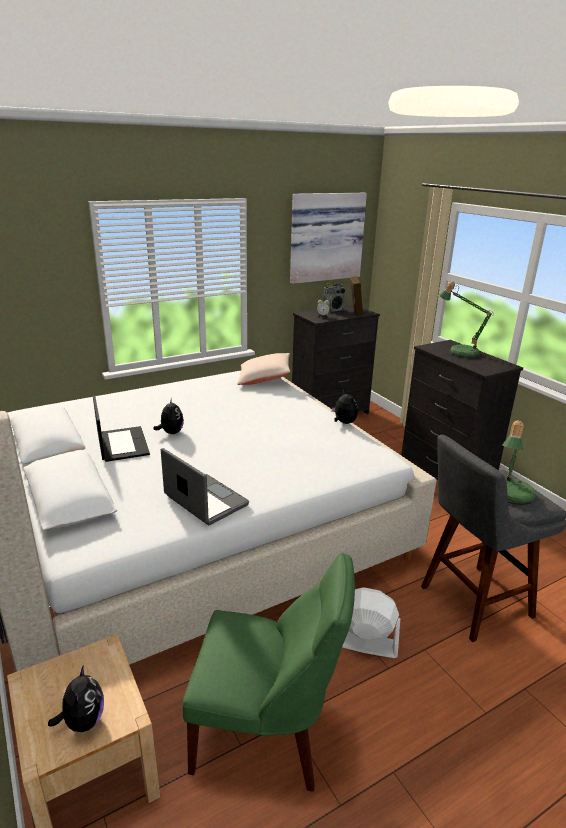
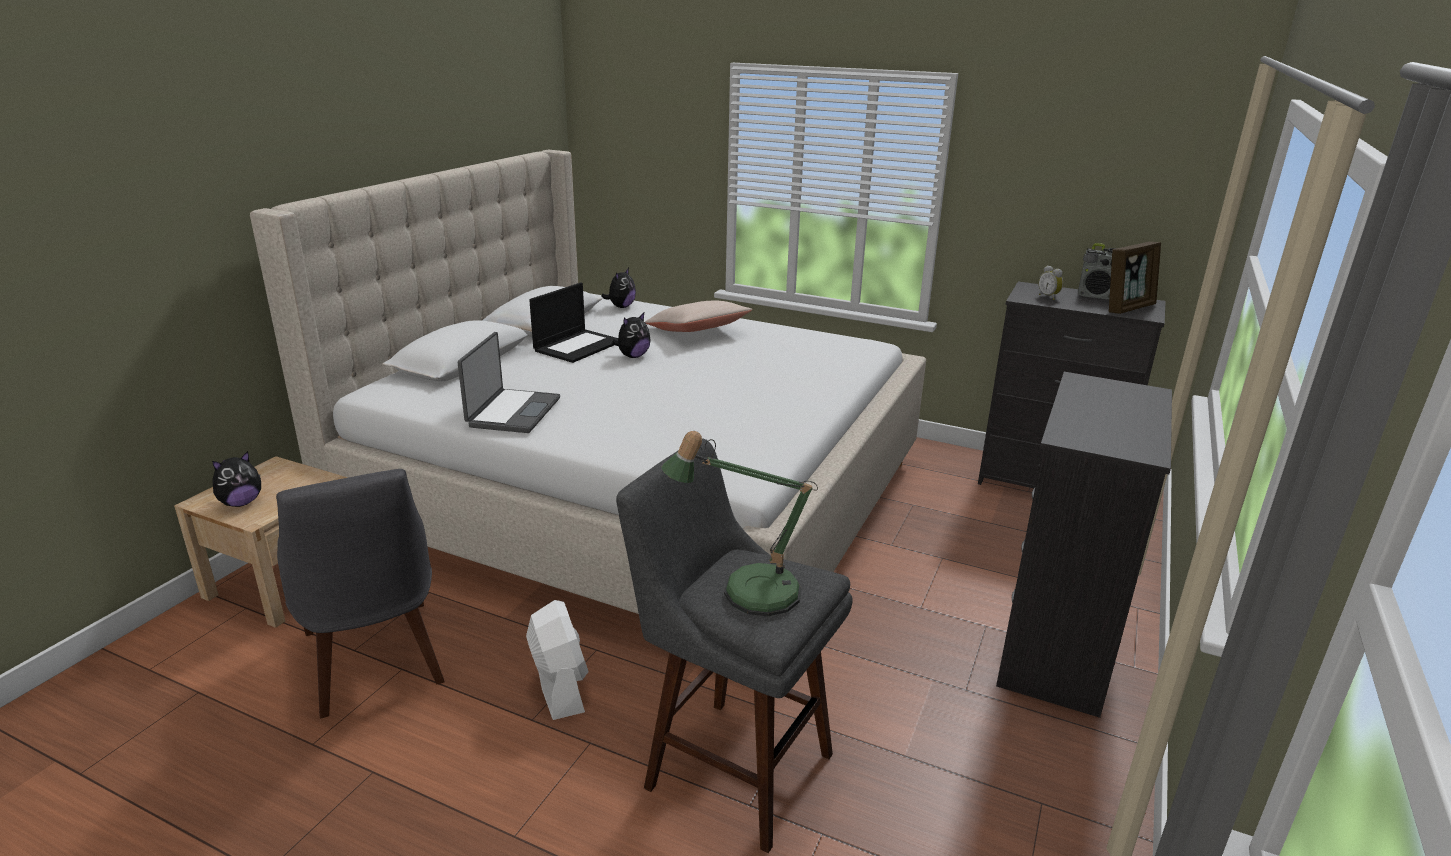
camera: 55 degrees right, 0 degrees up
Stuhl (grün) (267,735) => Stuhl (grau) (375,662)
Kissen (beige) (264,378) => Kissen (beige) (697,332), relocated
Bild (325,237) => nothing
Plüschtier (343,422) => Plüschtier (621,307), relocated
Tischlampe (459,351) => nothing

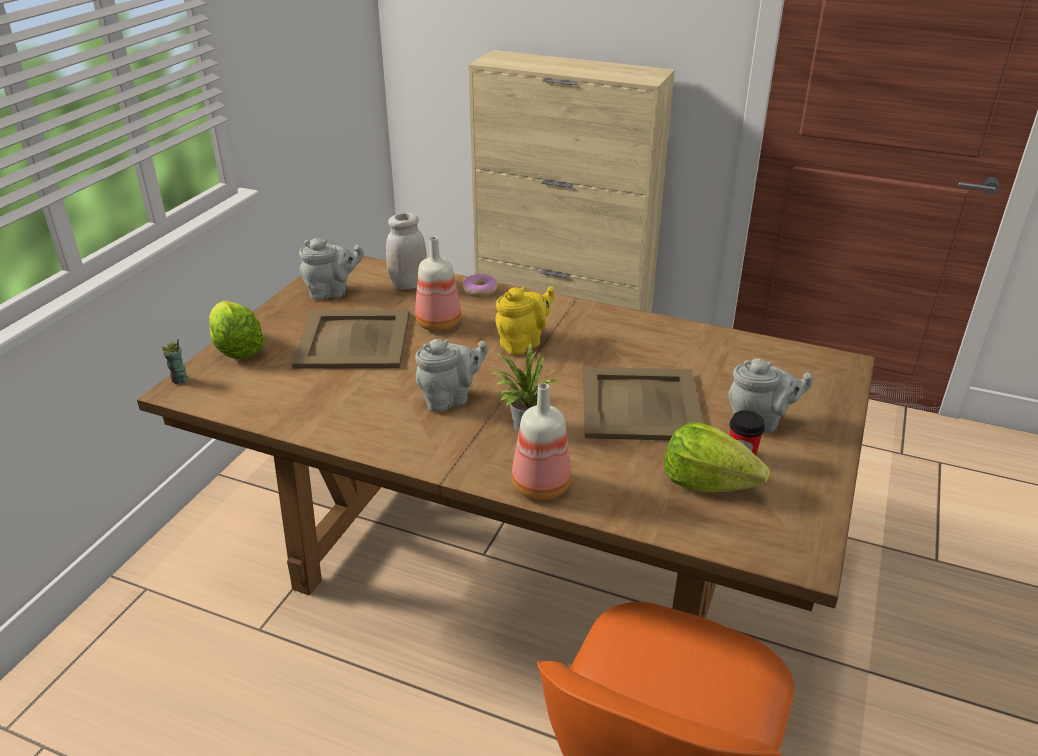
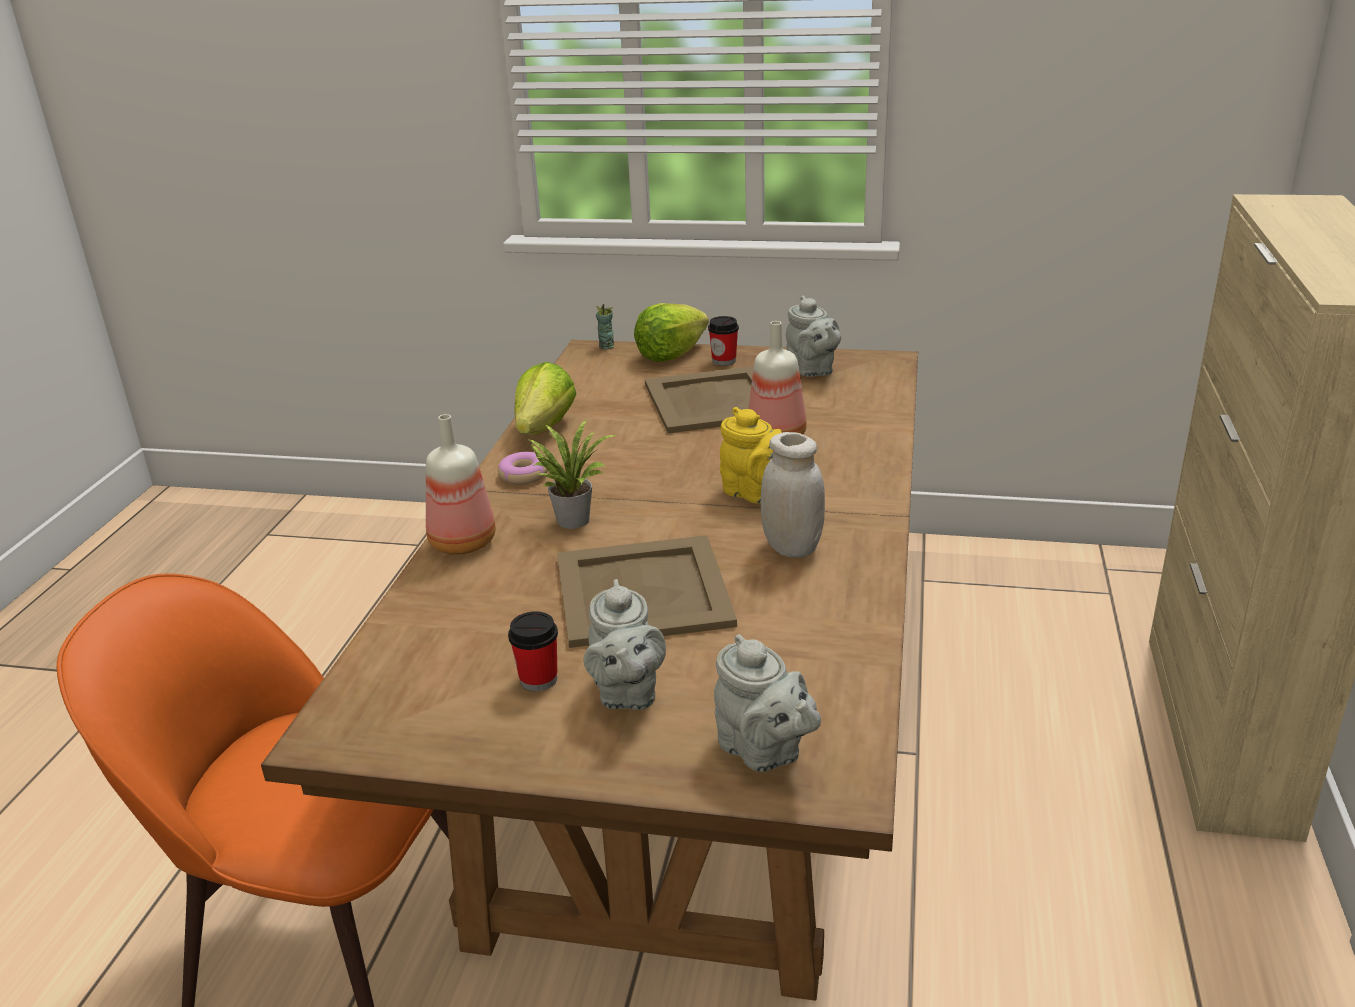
camera: 80 degrees right, 5 degrees down
Vorratsglas (weiß) (408,284) => Vorratsglas (weiß) (792,547), relocated
Teekanne (grau) (450,399) => Teekanne (grau) (764,752), relocated
Donut (480,290) => Donut (524,475), relocated
Salatkopf (707,483) => Salatkopf (544,428), relocated
nothing => Tasse (724,361)

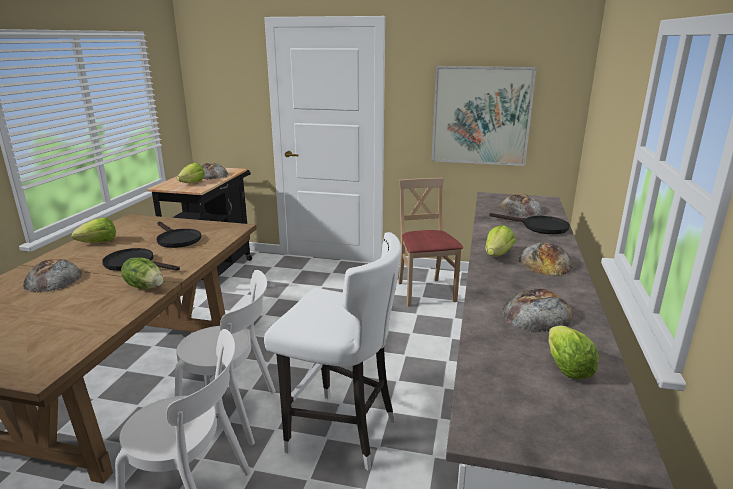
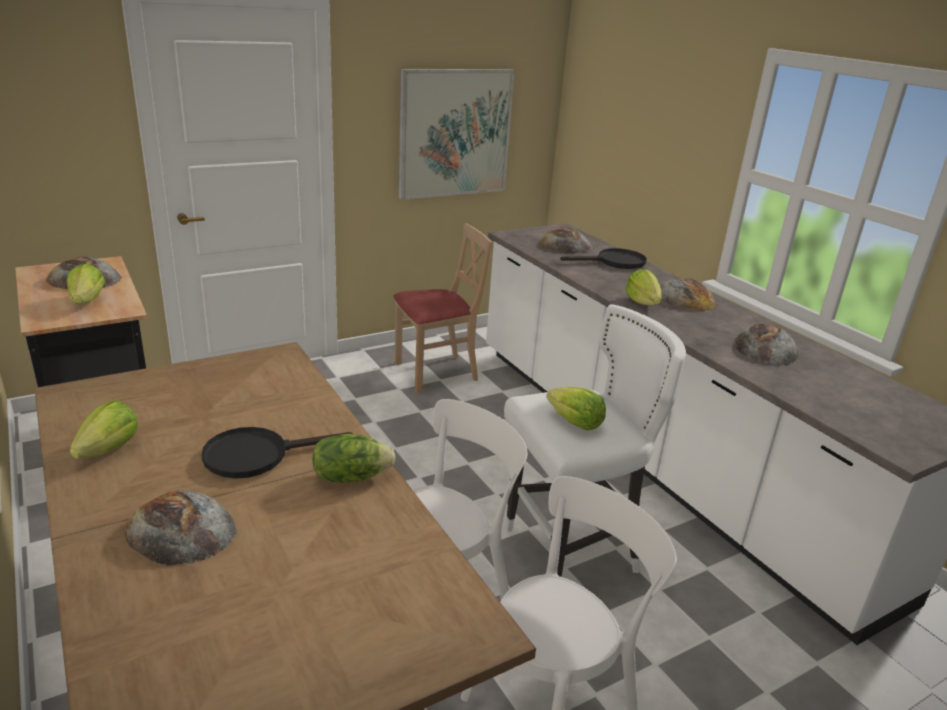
camera: 45 degrees left, 5 degrees up
Pfanne (schwarz) (176,239) => nothing
Stuhl (beige) (425,292) => Stuhl (beige) (436,372), 120 degrees clockwise
Salatkopf (566,367) => Salatkopf (574,423), relocated

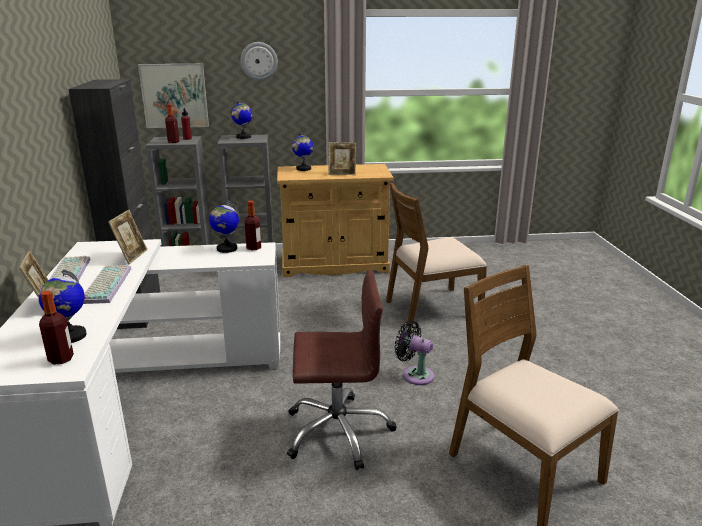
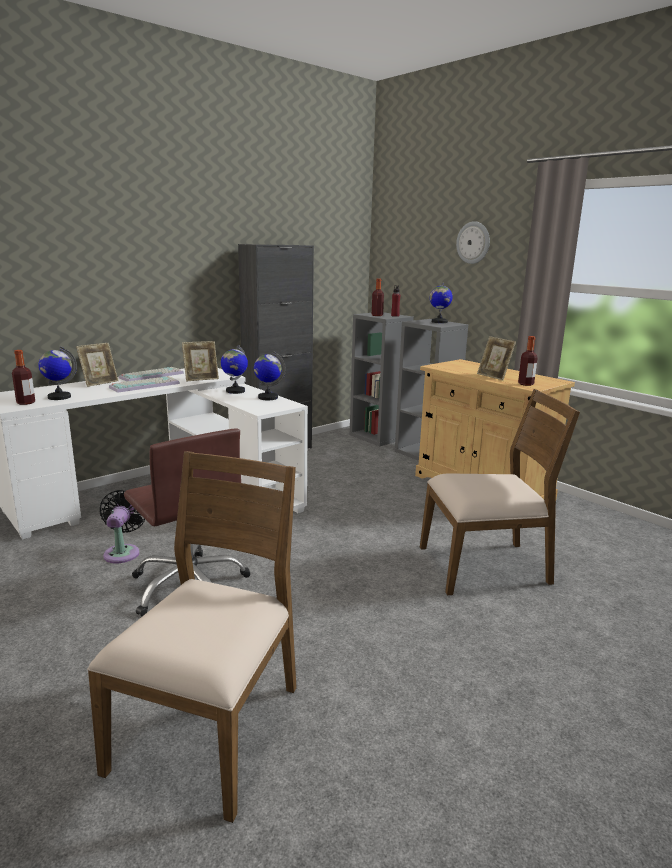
camera: 55 degrees right, 5 degrees down
Bild (174,96) => nothing
Flasche (254,248) => Flasche (525,384), relocated
Globus (303,169) => Globus (235,391), relocated
Stuhl (braun) (432,307) => Stuhl (braun) (485,566), 135 degrees clockwise
Ventilator (schwarz) (415,375) => Ventilator (schwarz) (123,552), relocated

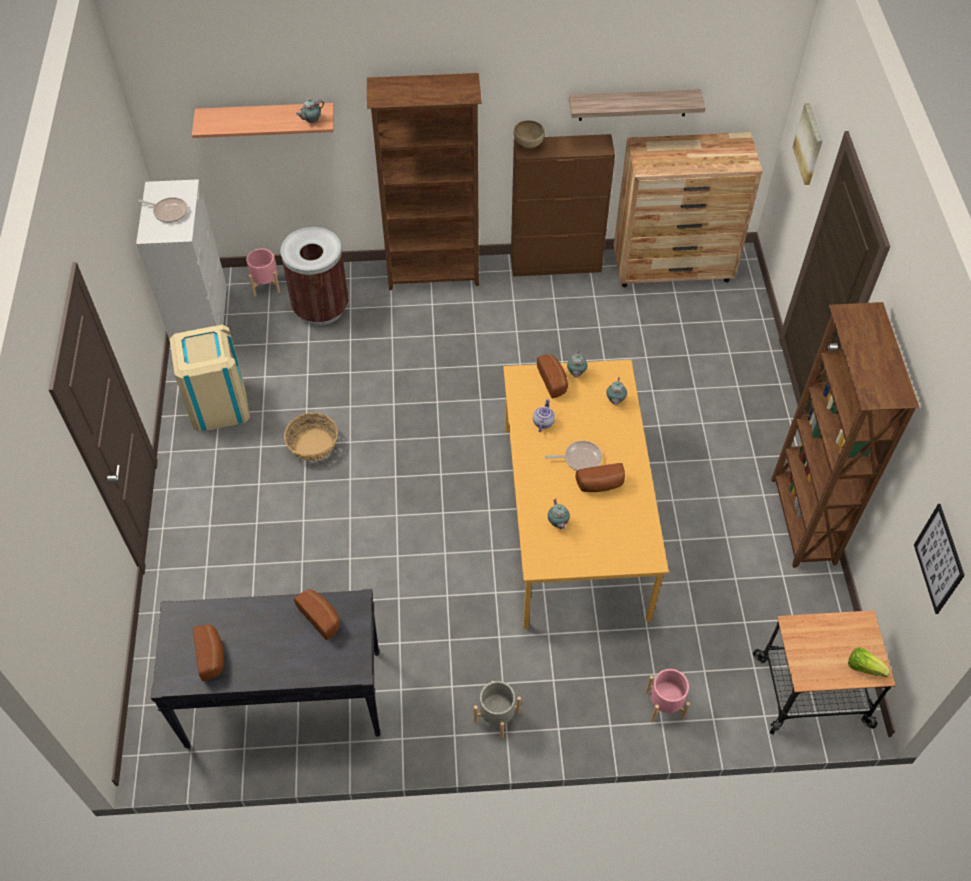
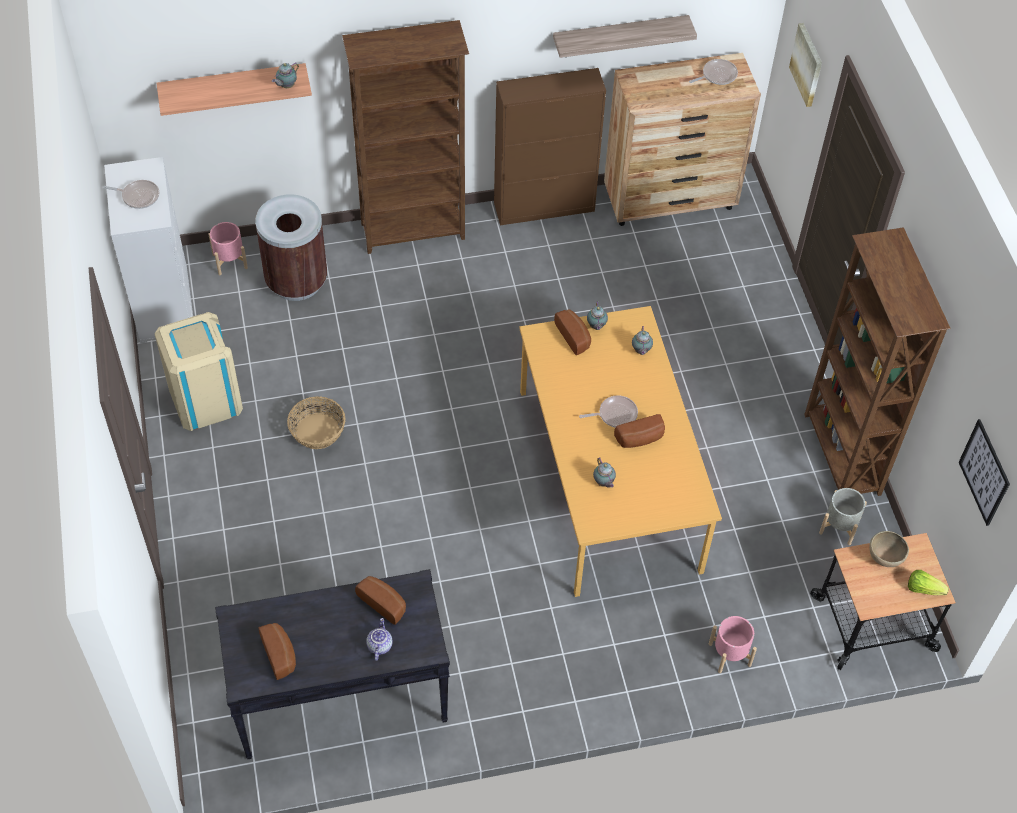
camera: 10 degrees left, 0 degrees up
Pflanzkübel (grau) (496,717) => Pflanzkübel (grau) (839,527), relocated
Schüssel (braun) (528,145) => Schüssel (braun) (884,558), relocated
Teekanne (542,422) => Teekanne (379,645), relocated
nothing => Pfanne (717,75)

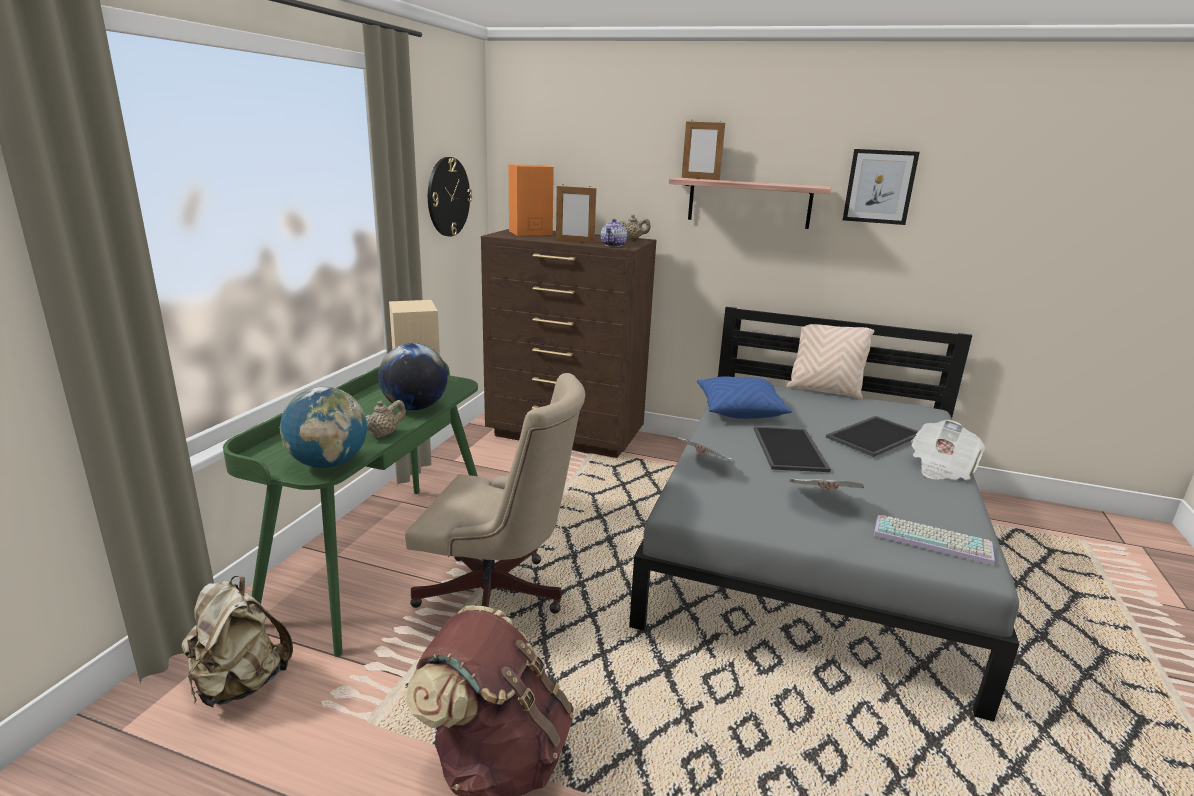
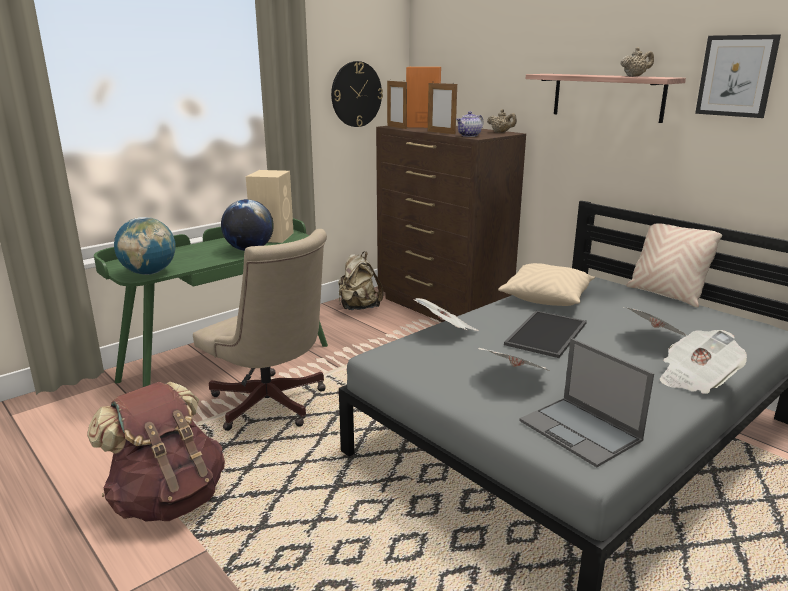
camera: 30 degrees right, 0 degrees up
Rucksack (beige) (240,684) => Rucksack (beige) (358,308), relocated
Teekanne (beige) (384,434) => Teekanne (beige) (635,76), relocated
Bilderrahmen (700,178) => Bilderrahmen (396,127), relocated
Kissen (blau) (739,410) => Kissen (beige) (546,297)
Tablett (873,435) => Zeitung (655,338)
Tastatur (933,540) => Laptop (581,431)

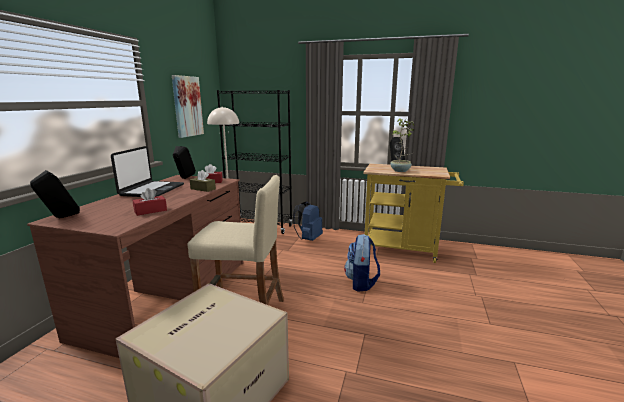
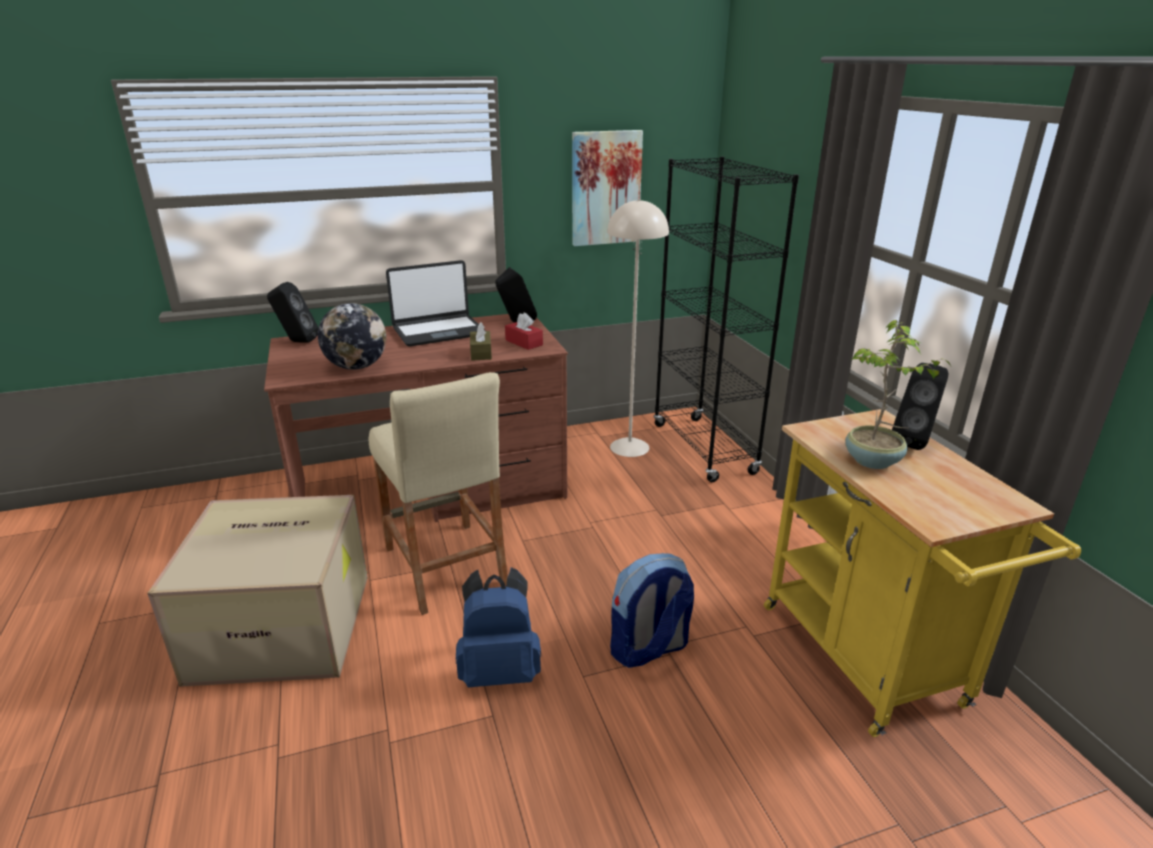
camera: 55 degrees right, 10 degrees up
Taschentuchbox (rot) (150,211) => Globus (357,367)
Rucksack (blau) (308,239) => Rucksack (blau) (500,670), relocated

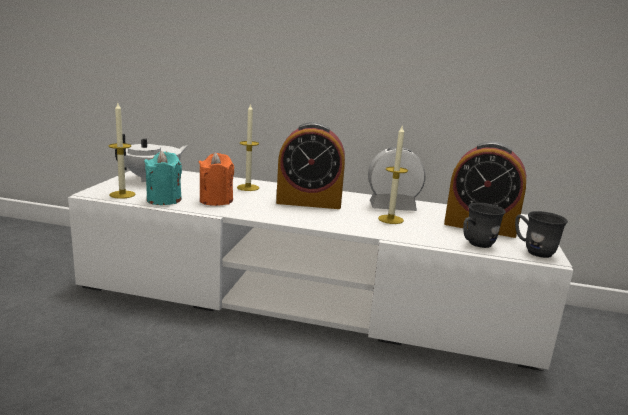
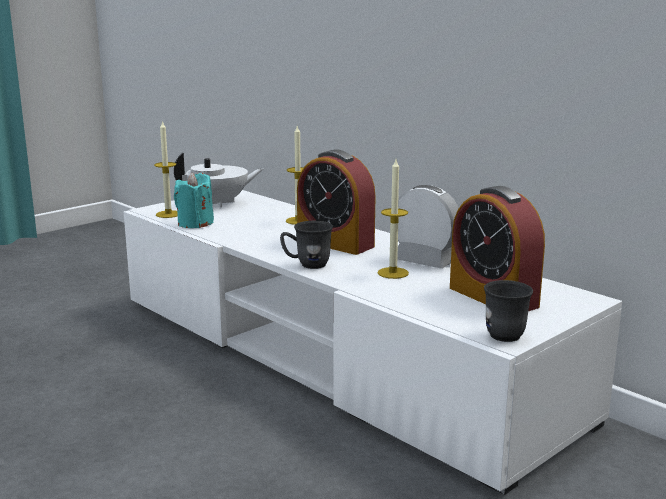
camera: 35 degrees right, 0 degrees up
Kerze (orange) (216,200) => nothing
Henkelbecher (grau) (476,244) => Henkelbecher (grau) (306,264), relocated

